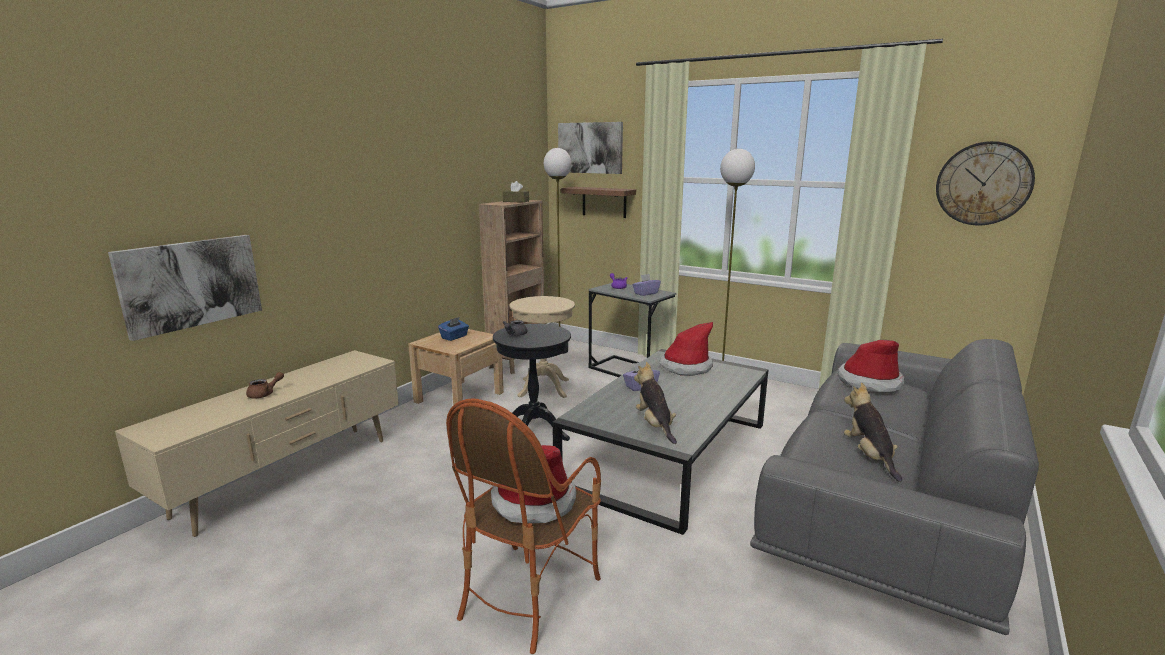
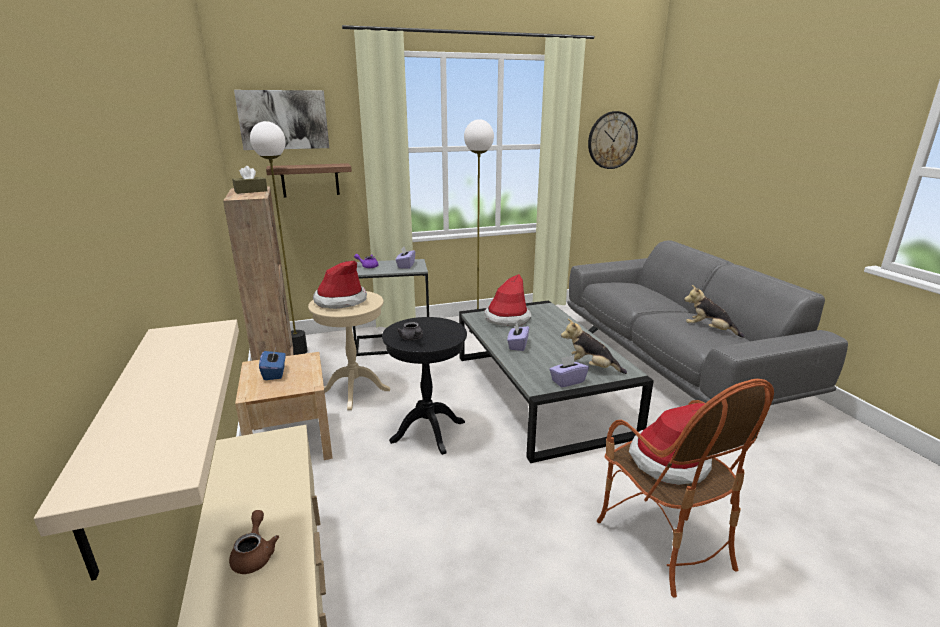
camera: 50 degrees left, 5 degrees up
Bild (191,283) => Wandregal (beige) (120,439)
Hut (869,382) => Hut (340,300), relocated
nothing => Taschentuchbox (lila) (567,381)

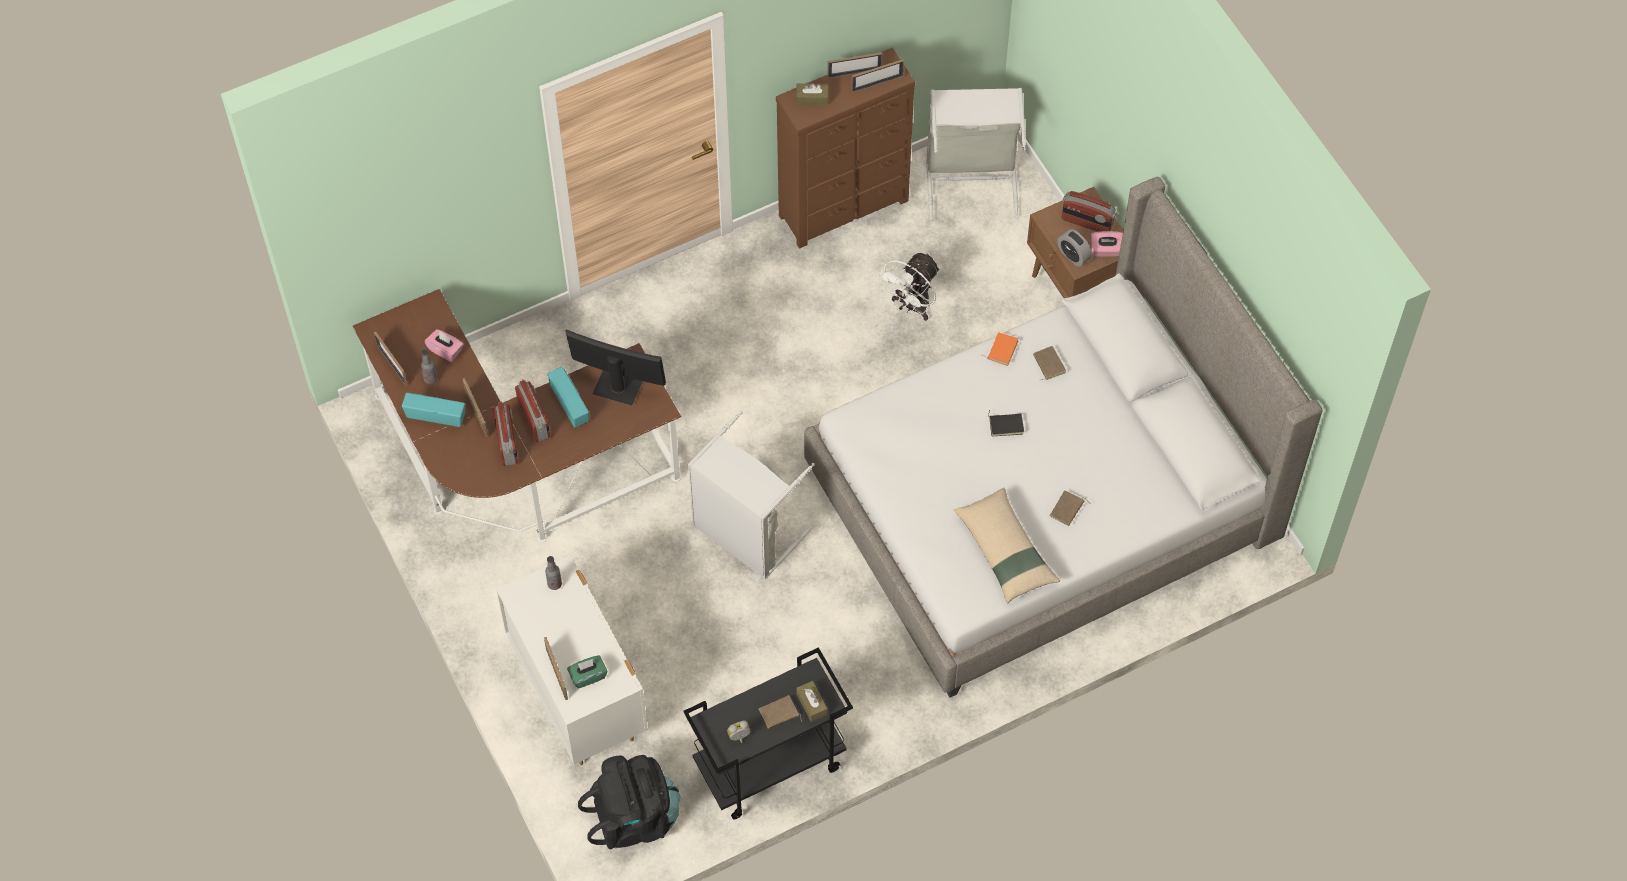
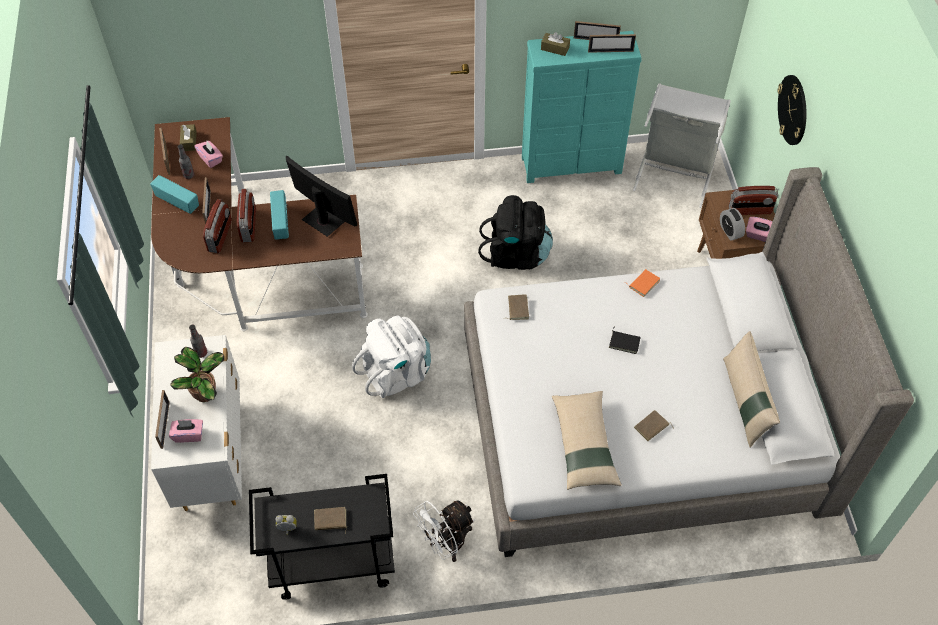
camera: 20 degrees right, 5 degrees down
Taschentuchbox (grün) (588,676) => Taschentuchbox (rosa) (189,435)
Rucksack (schwarz) (634,818) => Rucksack (schwarz) (516,254), relocated
Wäschekorb (grau) (745,535) => Rucksack (weiß) (396,373)
Kommode (braun) (845,209) => Kommode (türkis) (572,166)
Taschentuchbox (braun) (811,704) => Taschentuchbox (braun) (189,141), relocated
Ventilator (weiß) (911,307) => Ventilator (weiß) (446,544), relocated
Buch (braun) (1048,364) => Buch (braun) (517,308), relocated
Radio (1086,222) => Radio (749,211), 45 degrees counterclockwise
nothing => Topfpflanze (206,393)
nothing => Kissen (beige) (745,402)
nothing => Wanduhr (793,110)

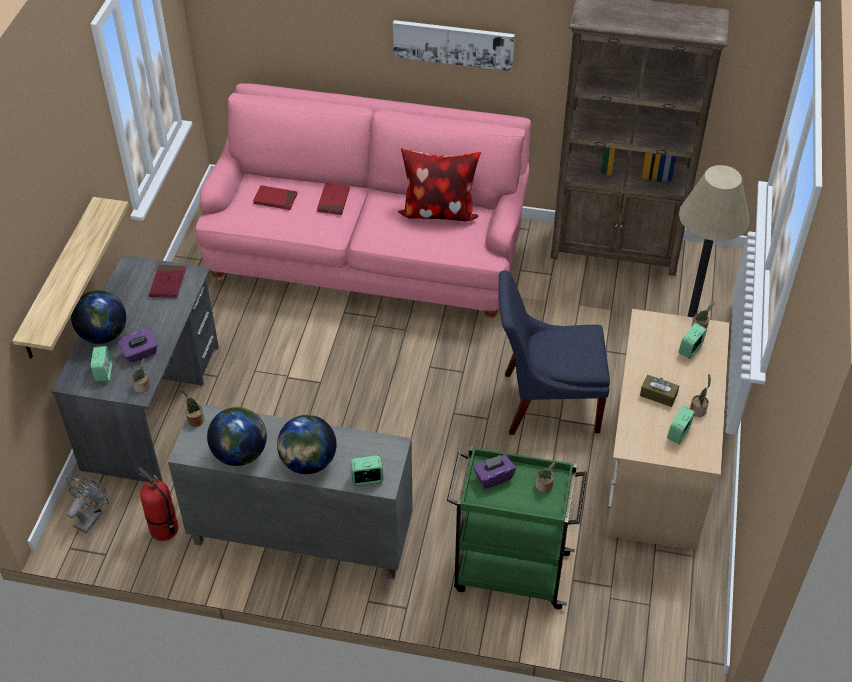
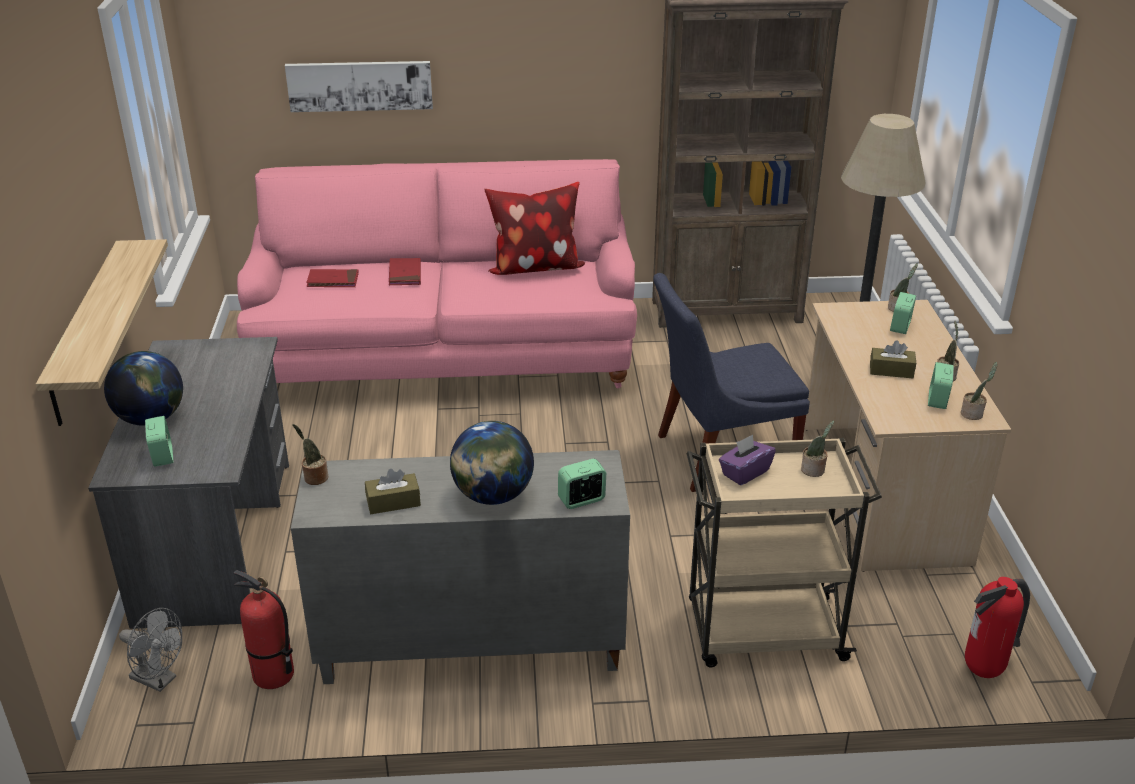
camera: 15 degrees left, 15 degrees down
Ventilator (grau) (90,516) => Ventilator (grau) (159,680), 105 degrees clockwise
Taschentuchbox (lila) (140,353) => nothing
Topfpflanze (142,387) => Topfpflanze (973,414), relocated
Buch (rot) (168,283) => nothing
Globus (240,453) => Taschentuchbox (braun) (393,502)
Bild (453,44) => Bild (360,85), relocated
Rollwagen (grün) (509,571) => Rollwagen (beige) (762,632)
nothing => Feuerlöscher (983,672)

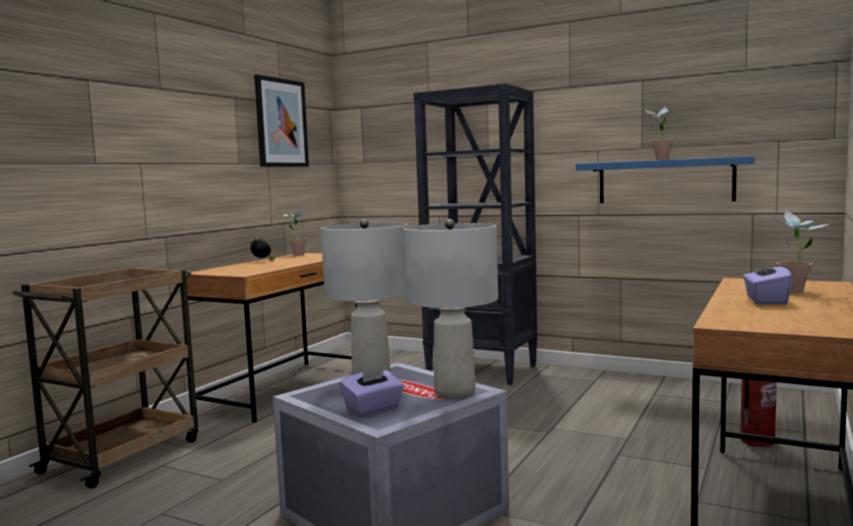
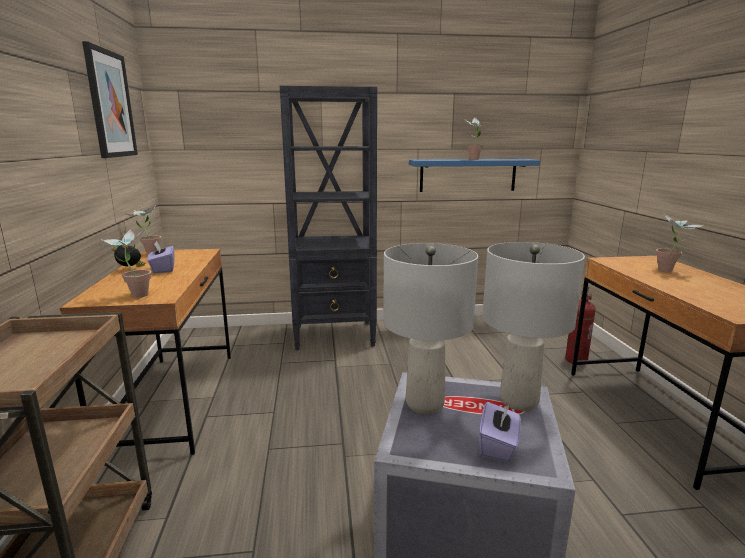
camera: 35 degrees left, 10 degrees up
Taschentuchbox (lila) (765,301) => Taschentuchbox (lila) (163,269), relocated
nothing => Topfpflanze (133,296)

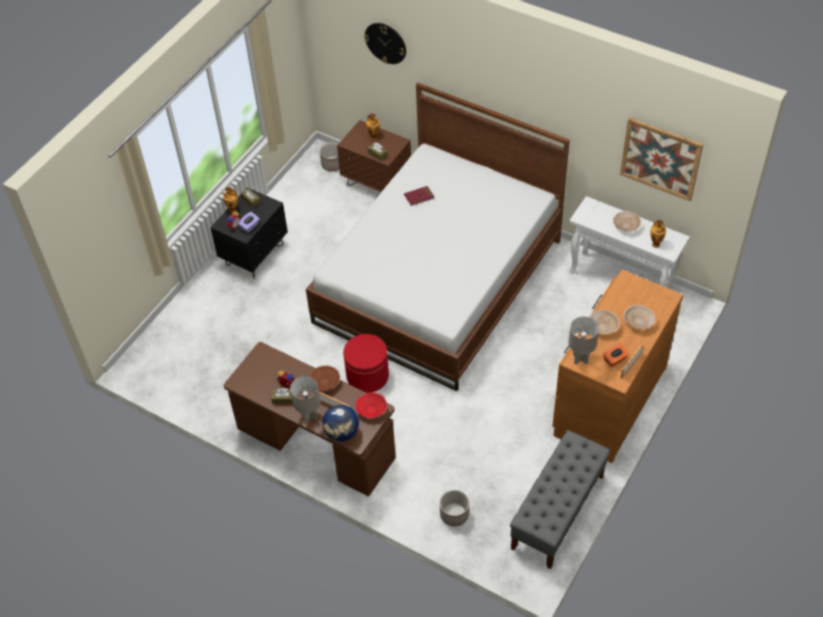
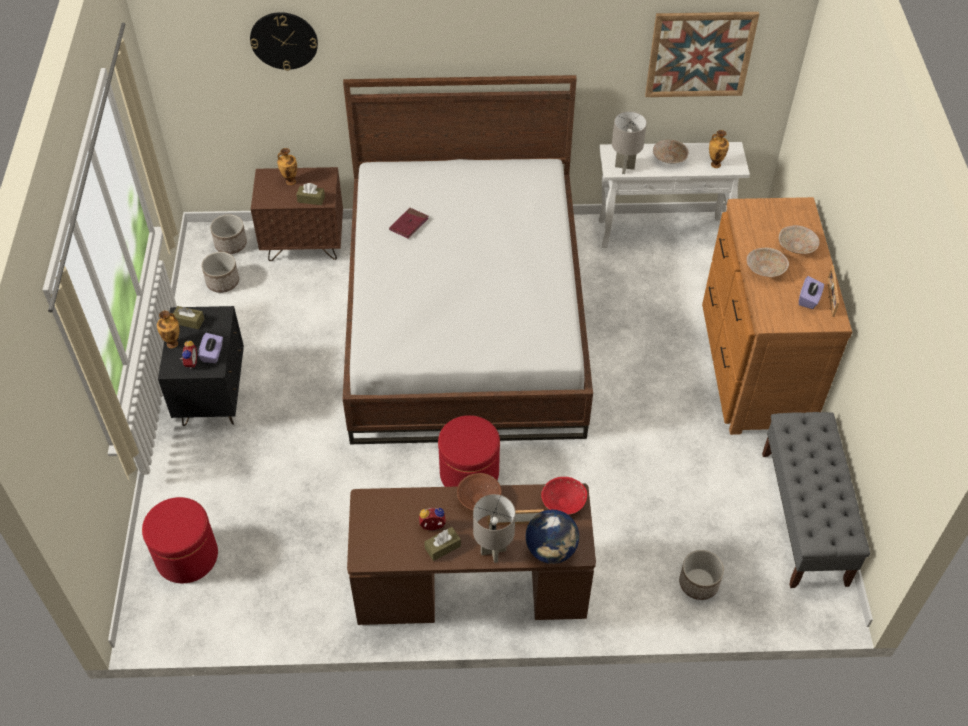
camera: 35 degrees left, 0 degrees up
Tischlampe (grau) (580,359) => Tischlampe (grau) (625,167), relocated
Taschentuchbox (orange) (615,359) => Taschentuchbox (lila) (809,299)
nothing => Polsterhocker (rot) (187,556)
nothing => Pflanzkübel (222,282)

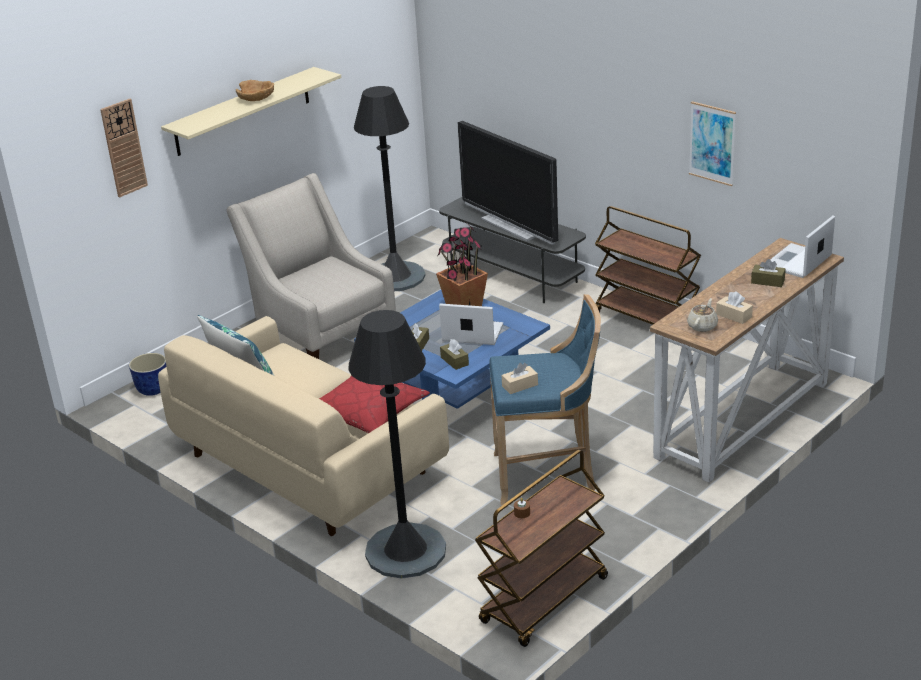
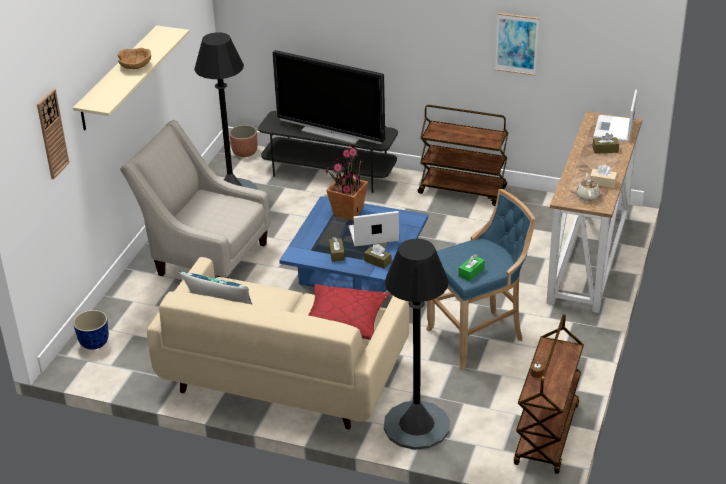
camera: 25 degrees left, 5 degrees up
Taschentuchbox (beige) (520,385) => Taschentuchbox (grün) (471,272)
nothing => Pflanzkübel (245,152)

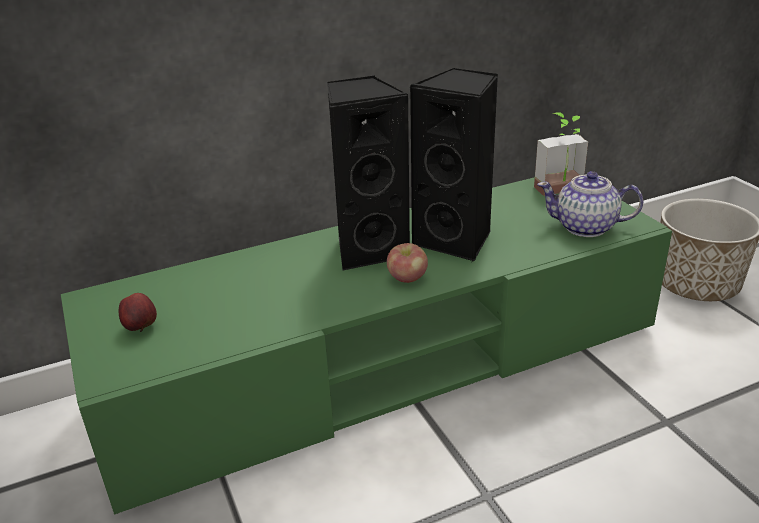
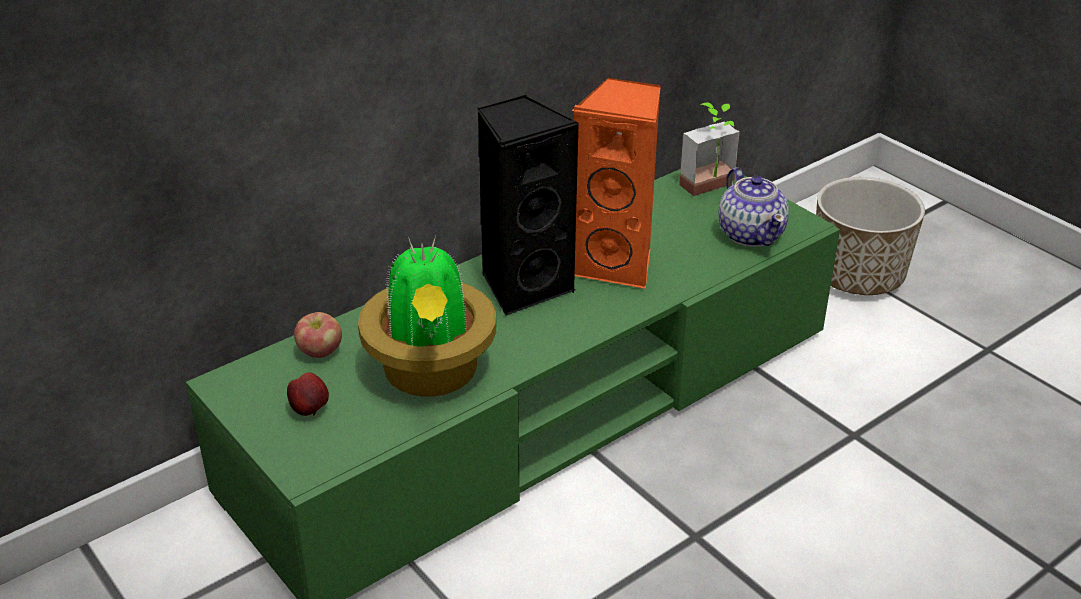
camera: 15 degrees left, 5 degrees up
Apfel (407,278) => Apfel (320,352), relocated
Lautsprecher (schwarz) (457,240) => Lautsprecher (orange) (617,264)
Teekanne (586,227) => Teekanne (751,234), 105 degrees counterclockwise
nothing => Topfpflanze (431,374)

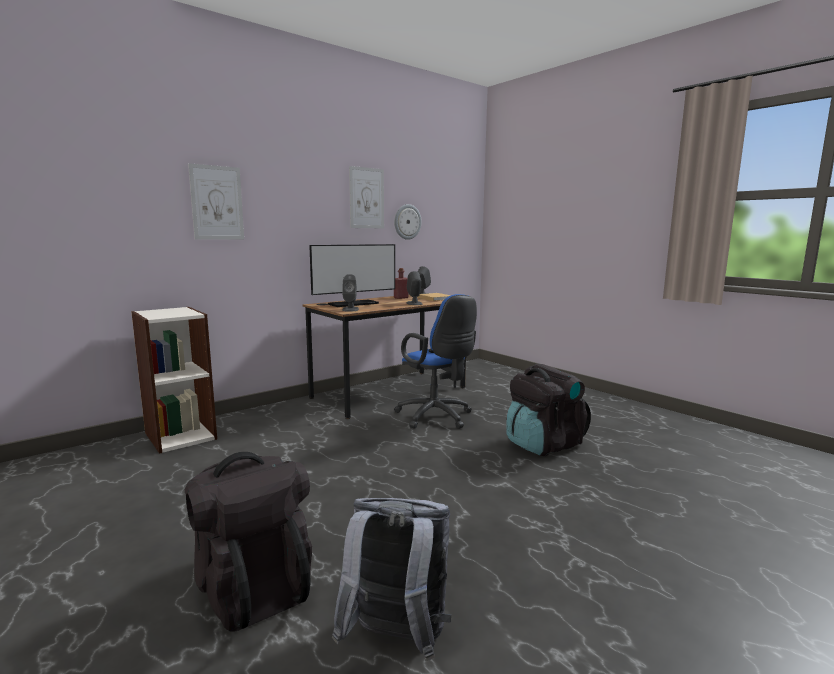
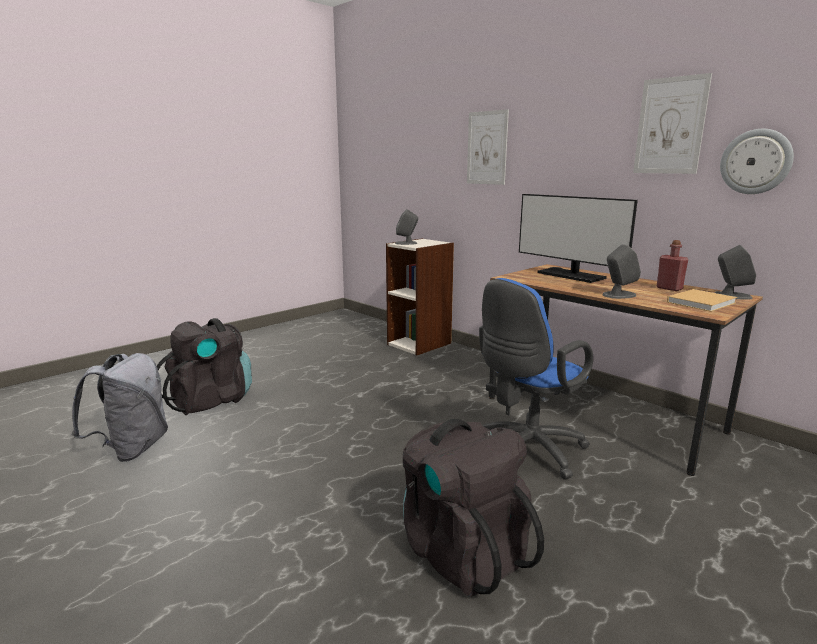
camera: 85 degrees right, 5 degrees up
Lautsprecher (grau) (350,309) => Lautsprecher (grau) (406,243), relocated

